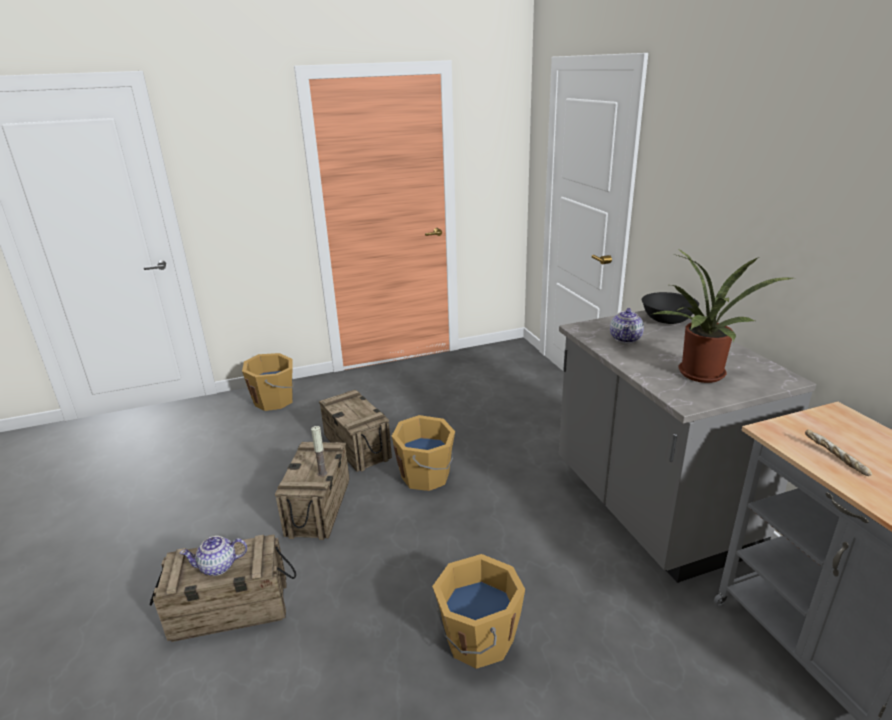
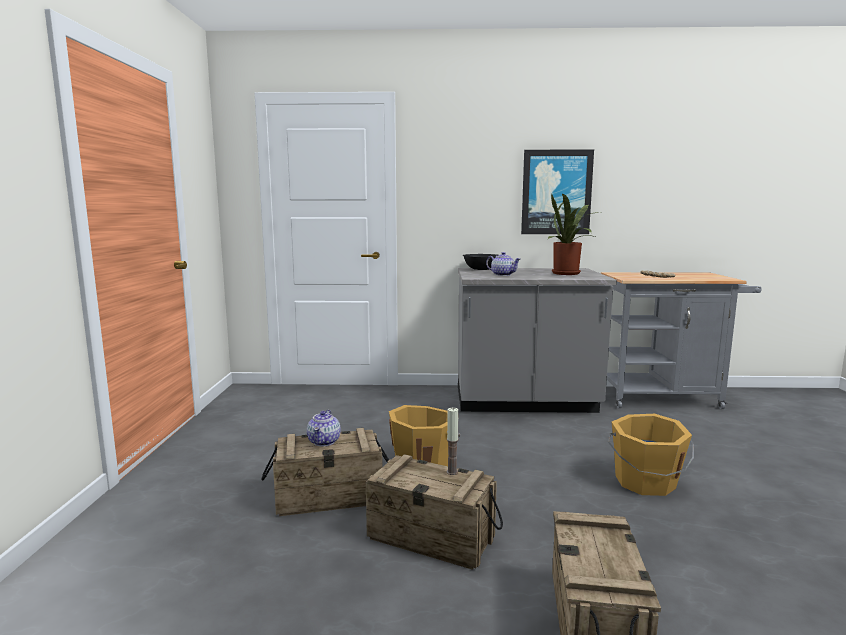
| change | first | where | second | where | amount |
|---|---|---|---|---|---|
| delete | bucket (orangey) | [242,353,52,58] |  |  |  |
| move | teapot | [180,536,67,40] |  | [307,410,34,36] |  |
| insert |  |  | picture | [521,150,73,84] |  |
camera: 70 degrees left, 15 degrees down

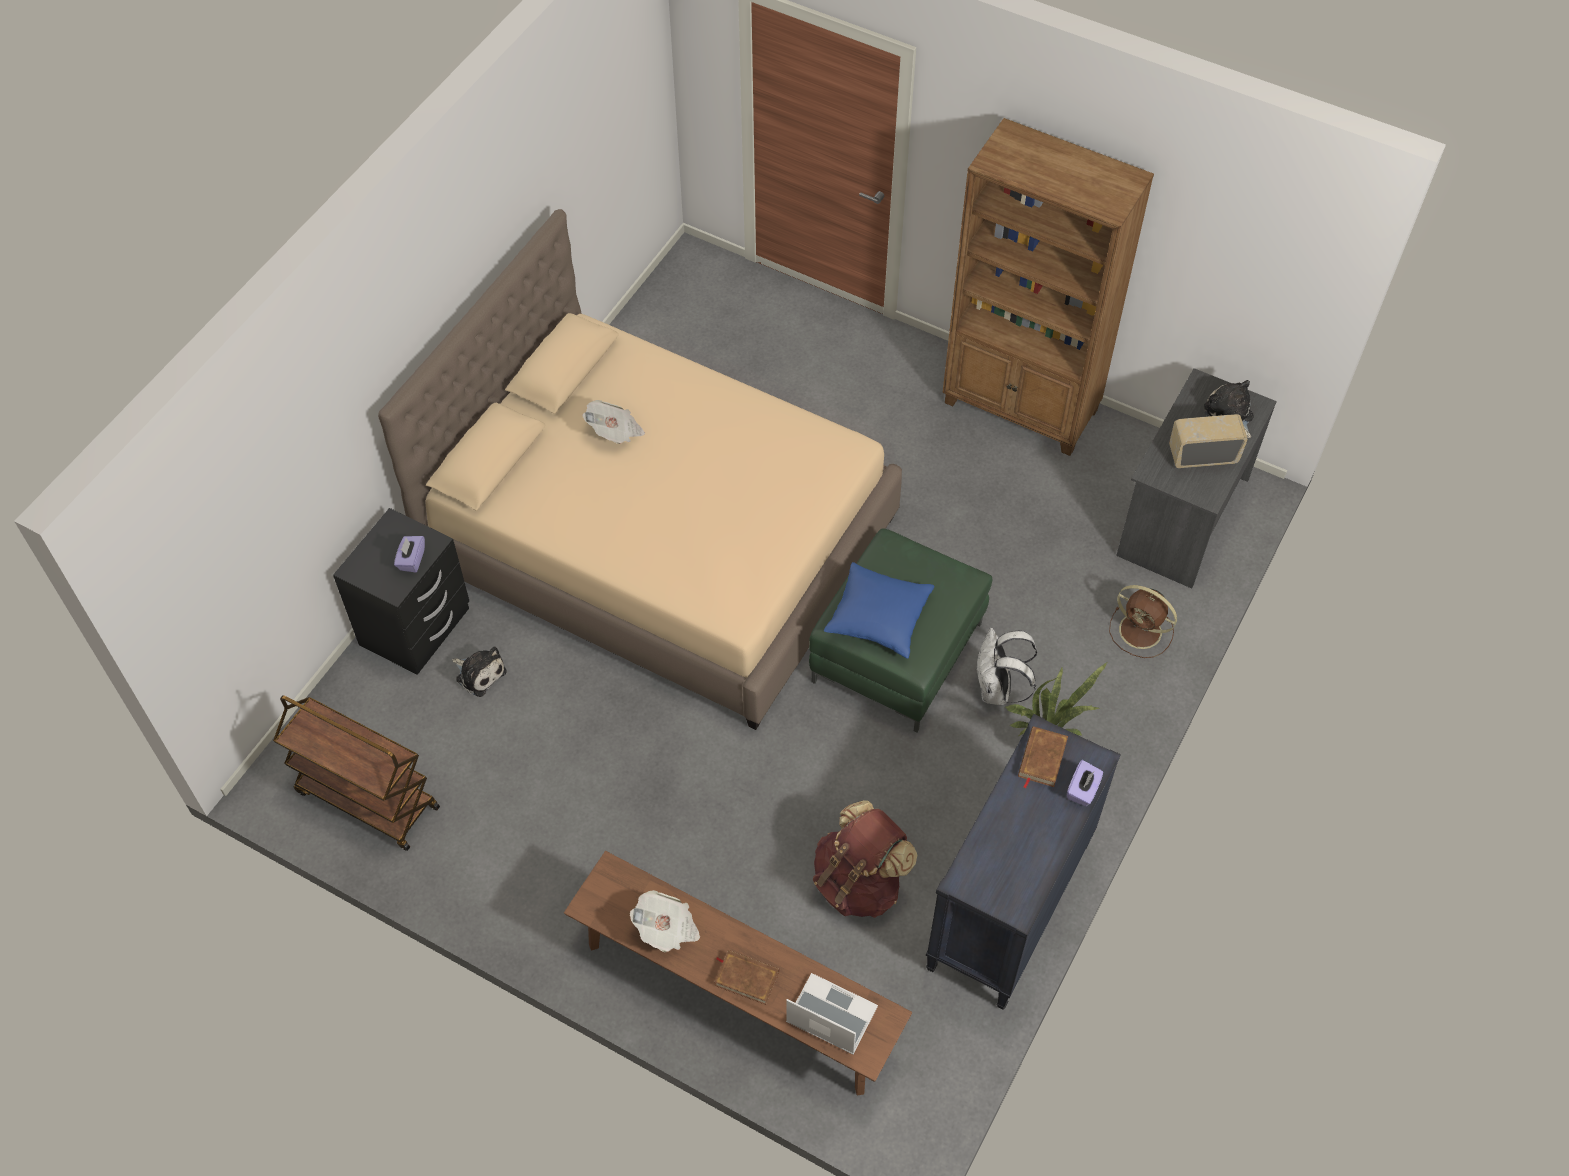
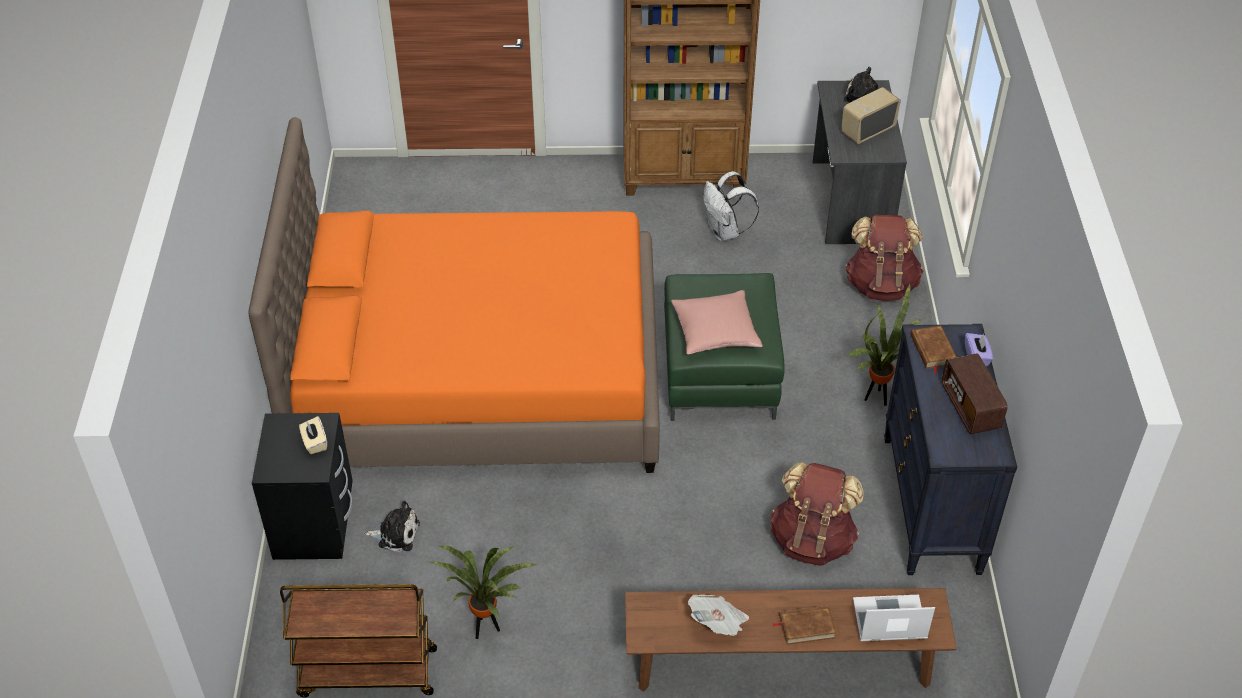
| change | first | where | second | where | amount |
|---|---|---|---|---|---|
| recolor | bedroom bed (sand-coloured) | [378,209,524,521] | bedroom bed (orangey) | [248,117,412,356] |  |
| delete | newspaper | [582,400,63,44] |  |  |  |
| recolor | tissue holder (purplish) | [394,536,31,37] | tissue holder (sand-coloured) | [299,416,28,38] |  |
| recolor | cushion (blue) | [824,562,110,97] | cushion (pink) | [671,290,92,64] |  |
| replace | fan (brown) | [1109,585,68,73] | backpack (brown) | [845,215,78,86] |  |
| move | backpack (white) | [975,628,62,77] |  | [703,171,56,70] |  |
| insert |  |  | radio set | [942,353,66,81] |  |
| insert |  |  | plant in a pot | [428,546,109,93] |  |
camera: 30 degrees left, 10 degrees down

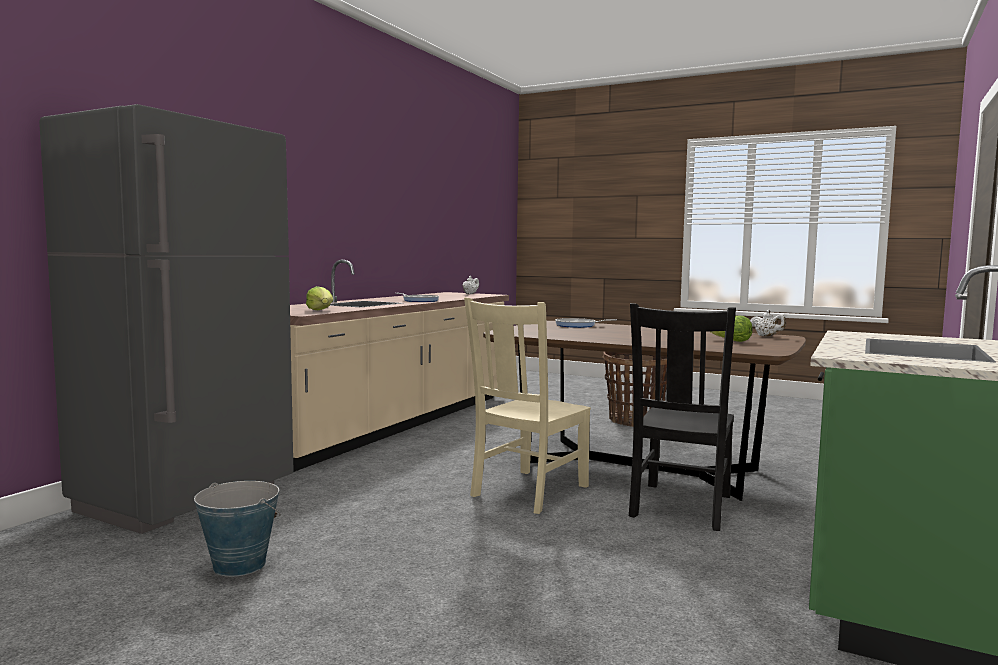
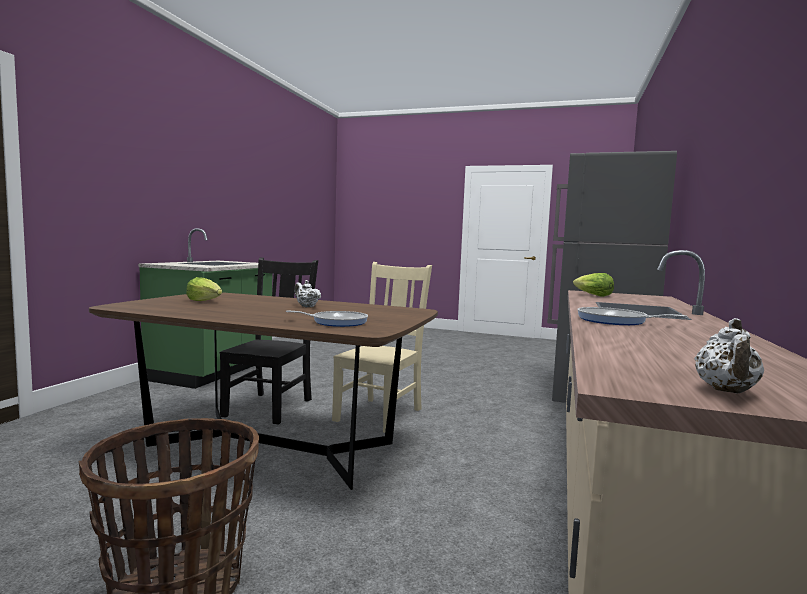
| change | first | where | second | where | amount |
|---|---|---|---|---|---|
| move | teapot (white) | [750,310,36,26] |  | [294,280,27,27] |  |
| delete | bucket | [194,481,87,96] |  |  |  |
camera: 170 degrees right, 0 degrees up

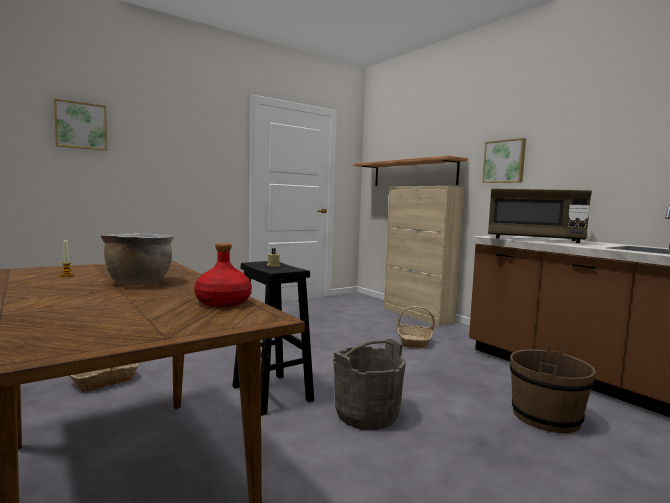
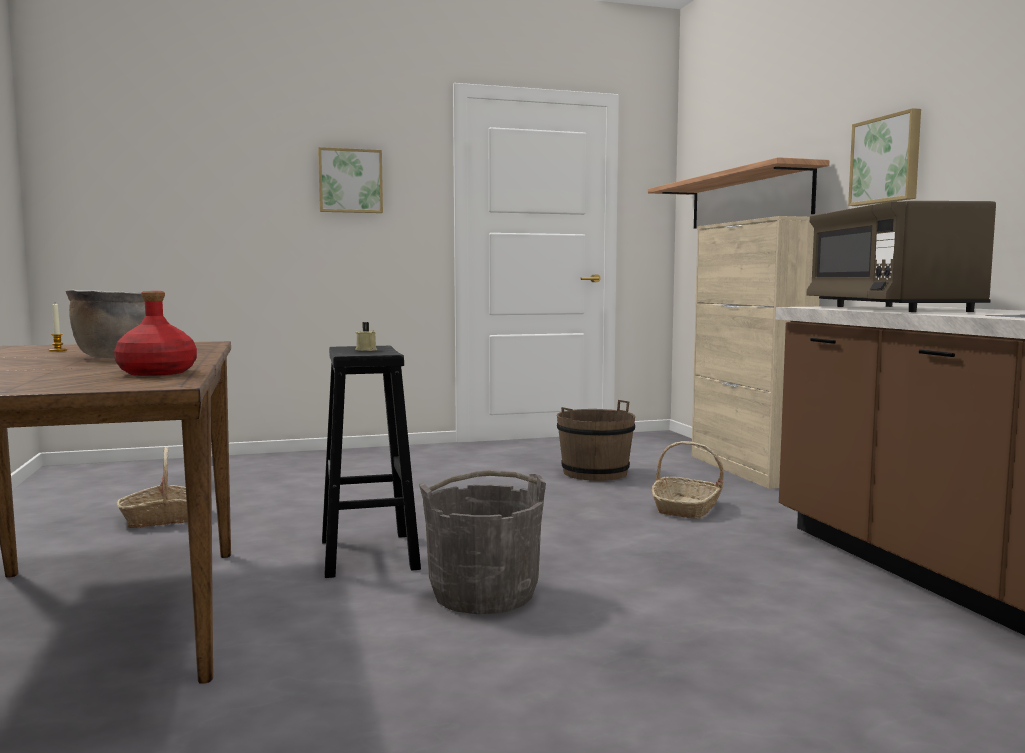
| change | first | where | second | where | amount |
|---|---|---|---|---|---|
| move | picture | [54,99,53,52] |  | [318,147,65,66] |  |
| rotate | microwave oven (brown) | [488,188,104,55] |  | [806,201,190,111] | 45 degrees clockwise |
| move | bucket (brown) | [510,341,86,92] |  | [557,400,78,81] |  |
camera: 20 degrees right, 0 degrees up

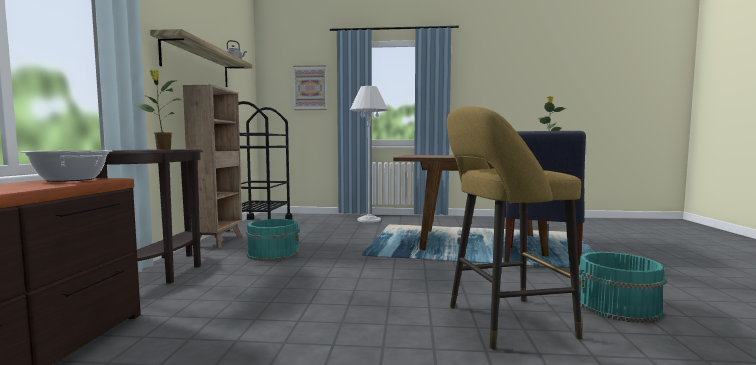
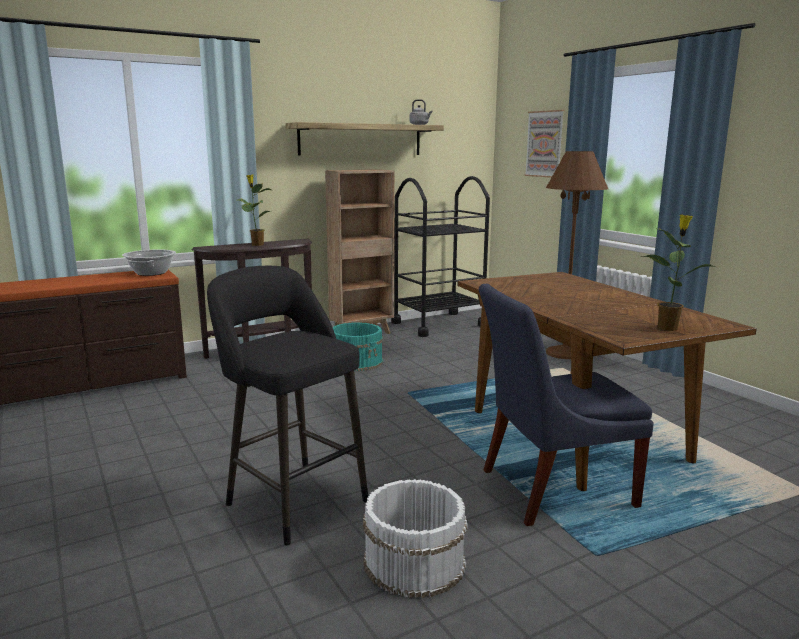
| change | first | where | second | where | amount |
|---|---|---|---|---|---|
| recolor | standing lamp (white) | [350,86,38,136] | standing lamp (brown) | [546,151,62,208] |  |
| recolor | stool (yellow-coloured) | [446,106,136,243] | stool (black-coloured) | [207,266,161,279] |  |
| recolor | bucket (blue-green) | [579,252,86,71] | bucket (white) | [363,479,105,119] |  |
camera: 55 degrees right, 10 degrees up

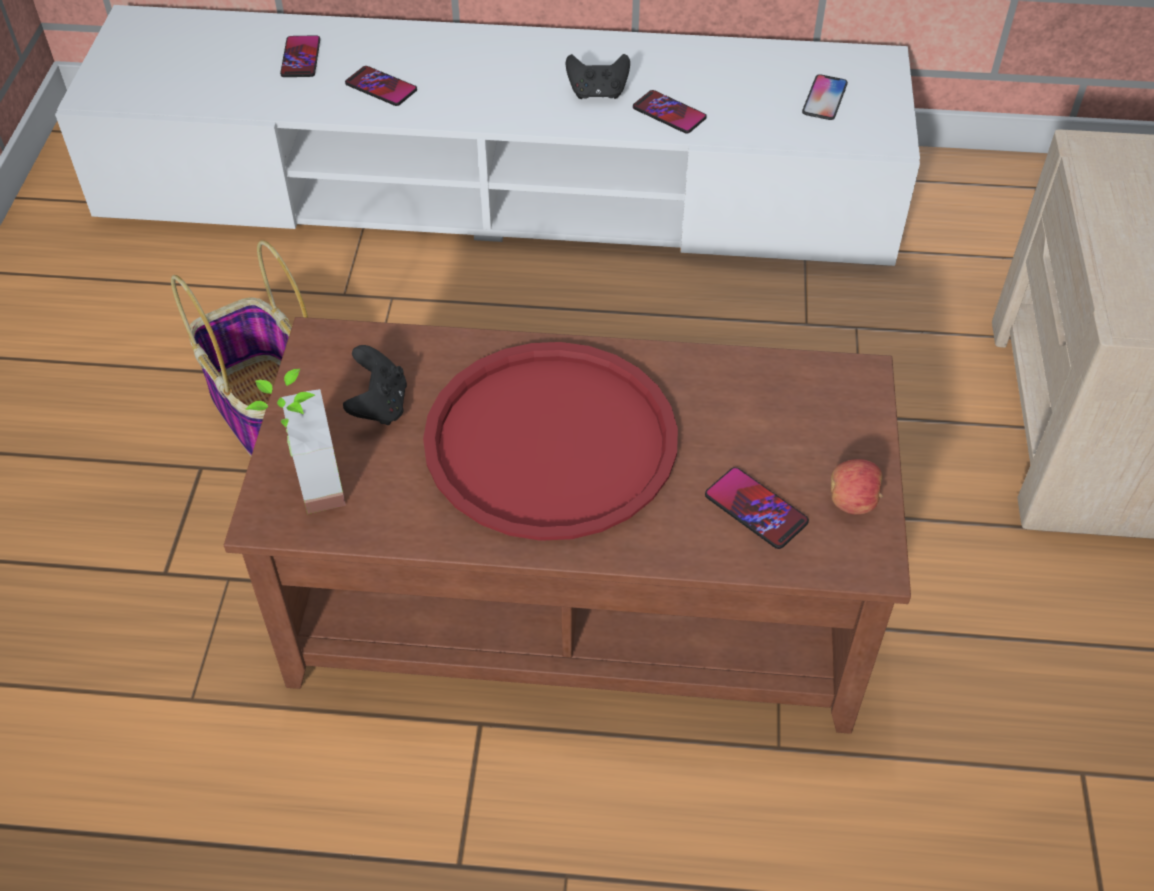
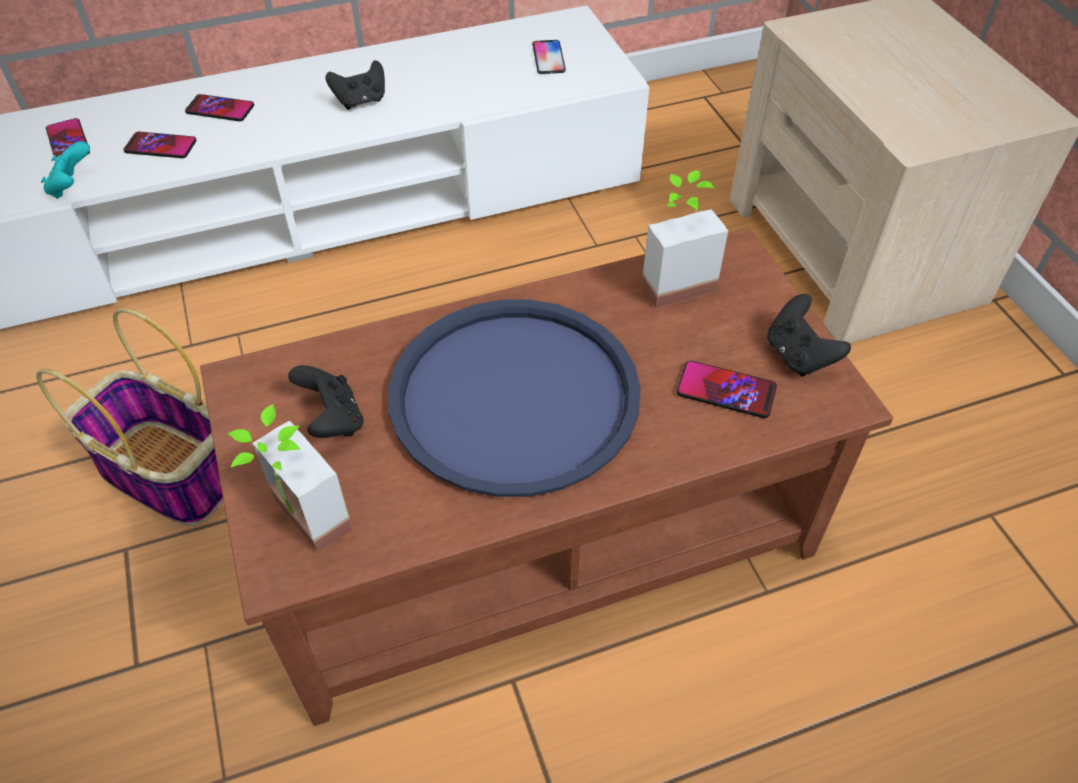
| change | first | where | second | where | amount |
|---|---|---|---|---|---|
| move | telephone | [633,90,74,44] |  | [185,94,69,27] |  |
| recolor | tray (reddish) | [423,342,255,199] | tray (blue) | [388,300,253,197] |  |
| replace | apple fruit | [831,459,52,56] | game controller (black-coloured) | [767,294,84,83] |  |
| insert |  |  | game controller (blue-green) | [41,141,49,58] |  |
| insert |  |  | plant in a pot | [641,171,87,137] |  |
camera: 25 degrees left, 0 degrees up

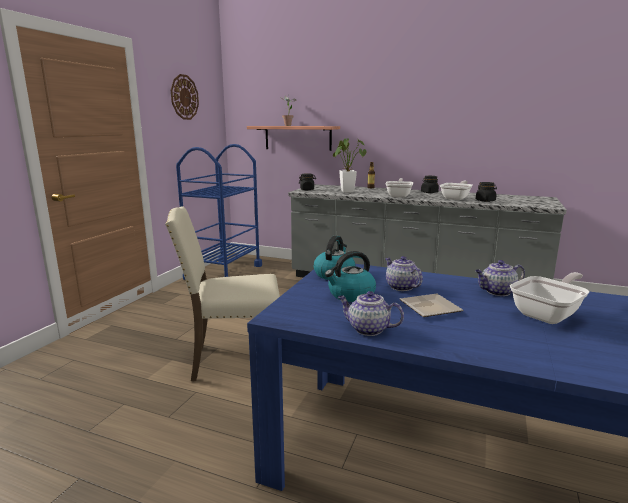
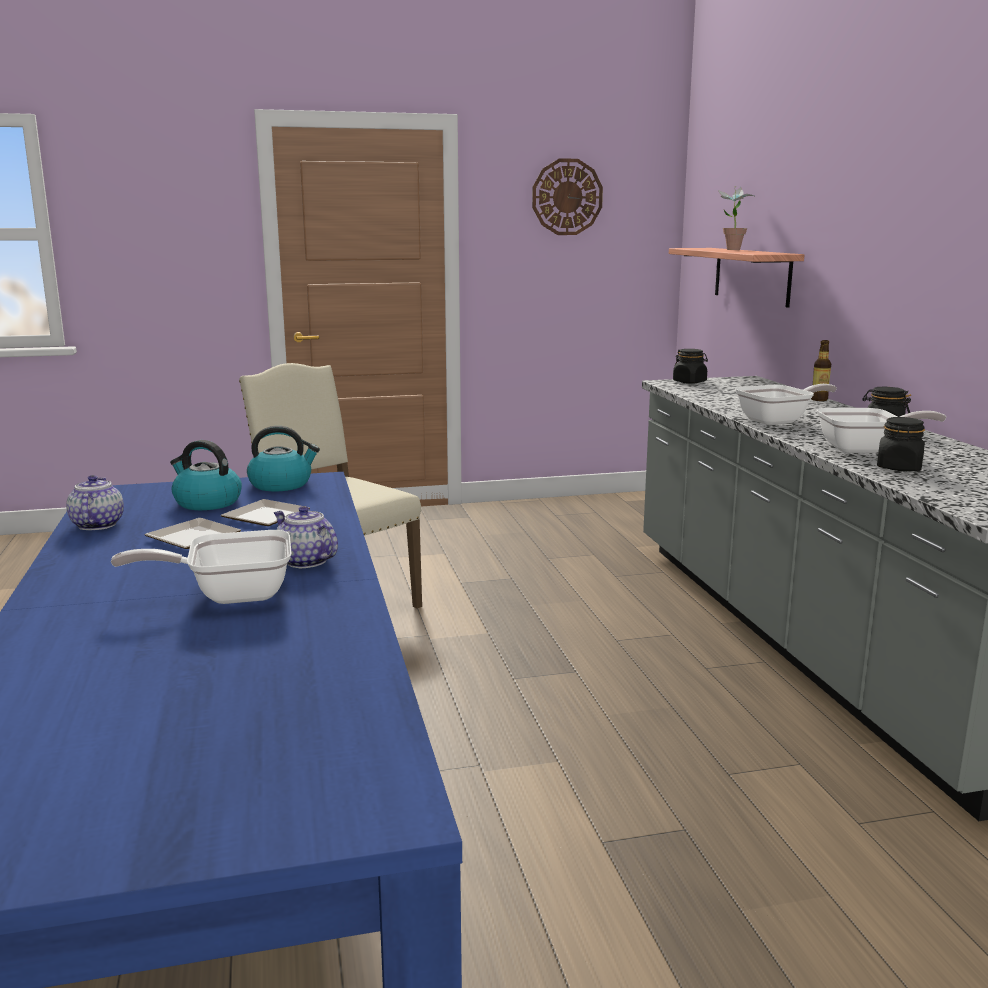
| change | first | where | second | where | amount |
|---|---|---|---|---|---|
| delete | plant in a pot | [333,138,34,55] |  |  |  |
| delete | wheeled cart (blue) | [176,144,86,136] |  |  |  |
| replace | teapot | [385,256,38,35] | plate | [221,499,89,27] |  |
| rotate | skillet | [510,272,79,52] |  | [111,530,181,74] | 150 degrees clockwise |
camera: 55 degrees right, 0 degrees up

